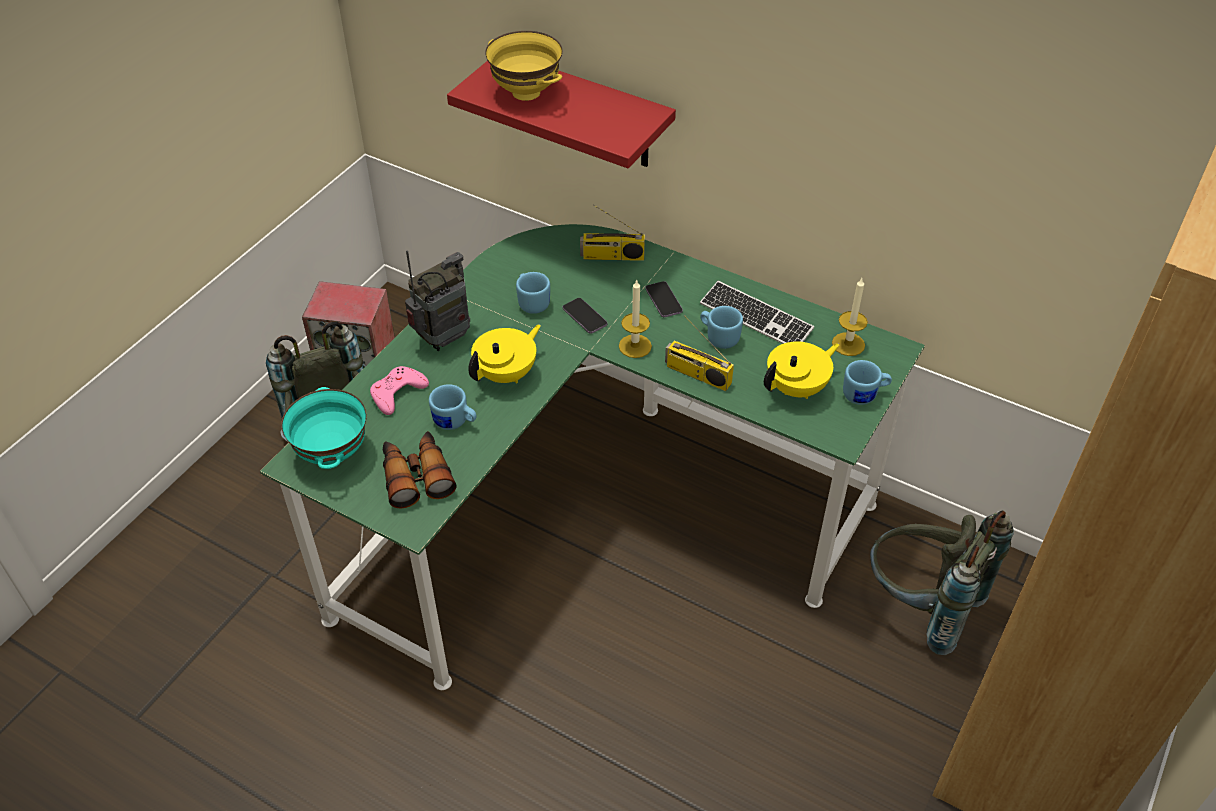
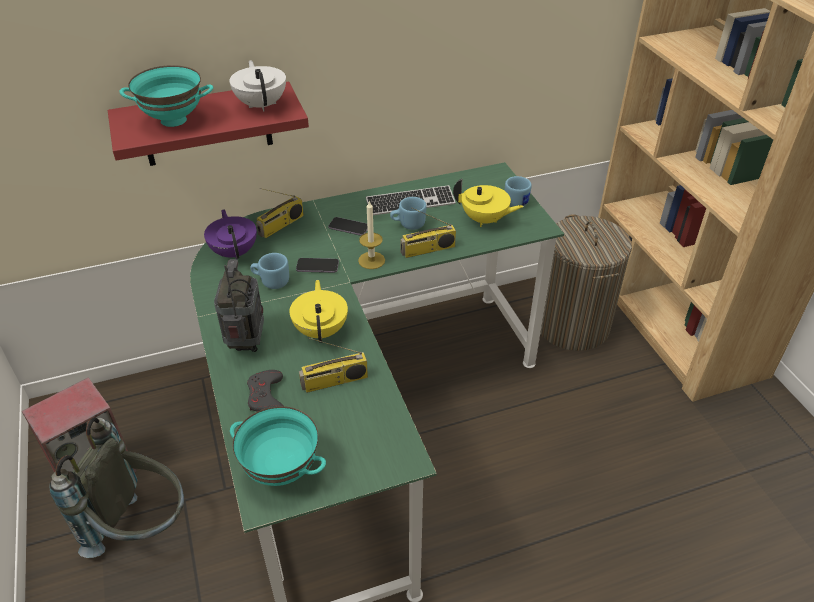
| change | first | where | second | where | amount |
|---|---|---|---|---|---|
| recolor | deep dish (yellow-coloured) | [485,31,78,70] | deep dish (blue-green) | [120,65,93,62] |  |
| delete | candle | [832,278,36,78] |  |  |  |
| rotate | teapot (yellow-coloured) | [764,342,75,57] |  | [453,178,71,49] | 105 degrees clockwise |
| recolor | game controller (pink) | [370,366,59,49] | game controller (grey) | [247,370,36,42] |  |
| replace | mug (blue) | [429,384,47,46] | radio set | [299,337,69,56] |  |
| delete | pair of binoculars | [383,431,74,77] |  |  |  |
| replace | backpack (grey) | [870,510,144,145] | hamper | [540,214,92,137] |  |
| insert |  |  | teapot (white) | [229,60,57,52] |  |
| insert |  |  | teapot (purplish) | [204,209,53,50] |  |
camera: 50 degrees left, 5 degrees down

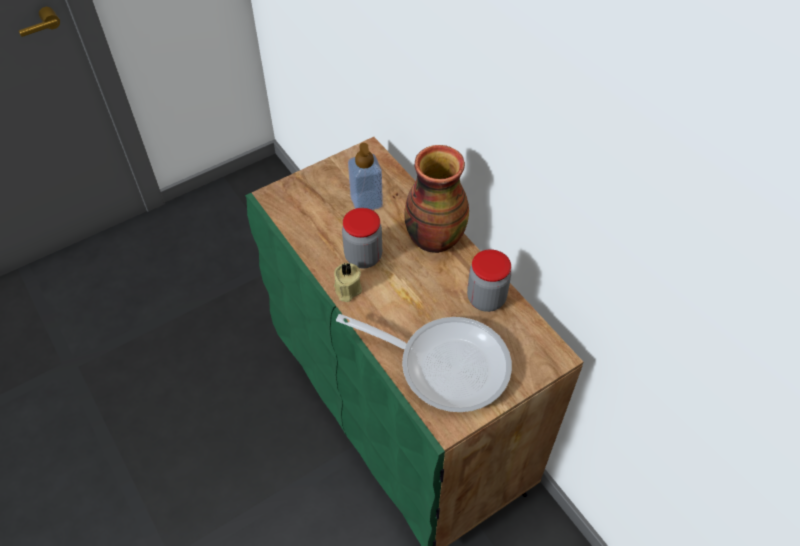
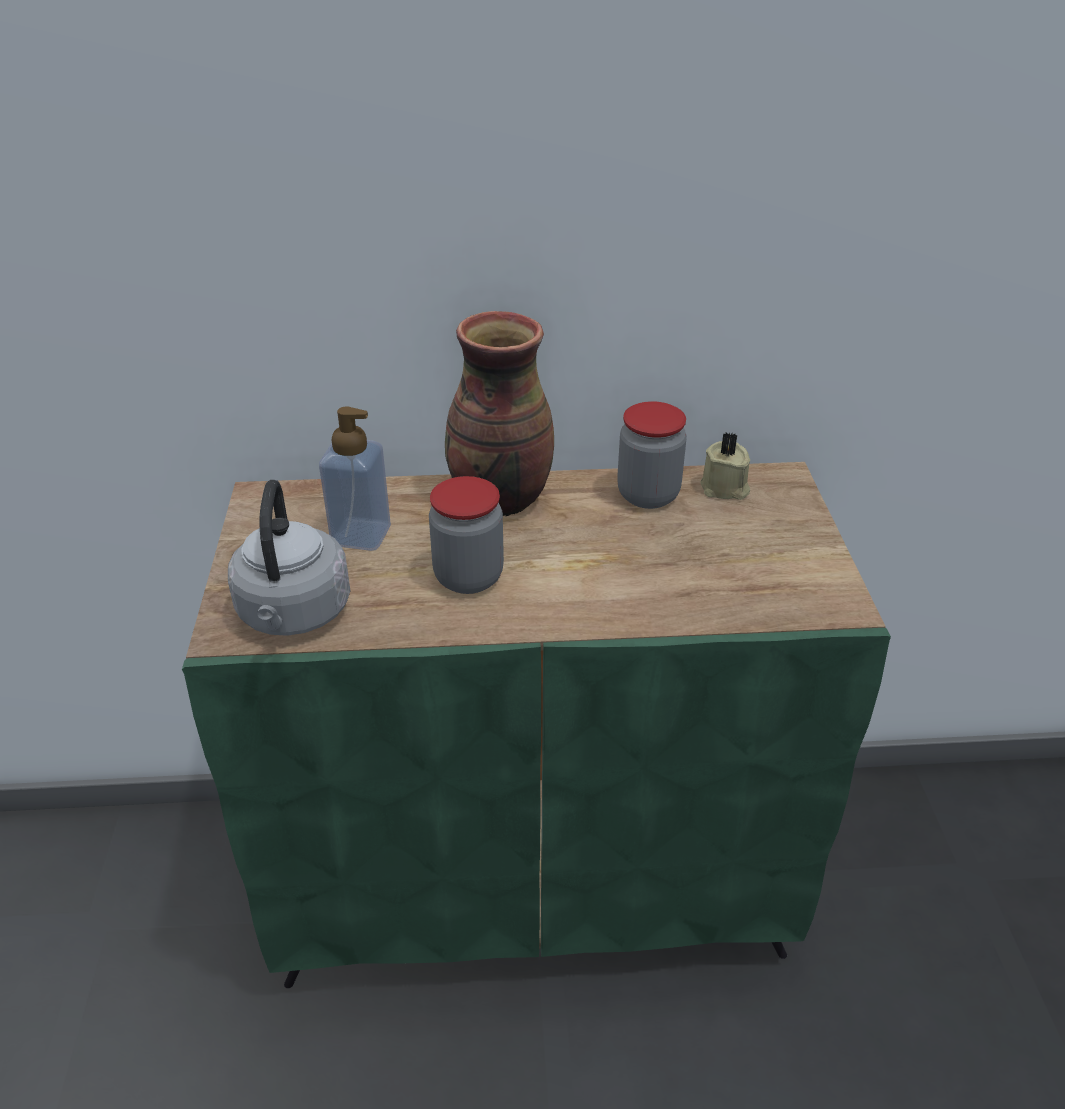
| change | first | where | second | where | amount |
|---|---|---|---|---|---|
| move | candle (sand-coloured) | [334,263,28,39] |  | [700,432,50,68] |  |
| delete | skillet | [336,314,176,98] |  |  |  |
| insert |  |  | water kettle (grey) | [228,480,122,156] |  |
camera: 60 degrees left, 15 degrees down

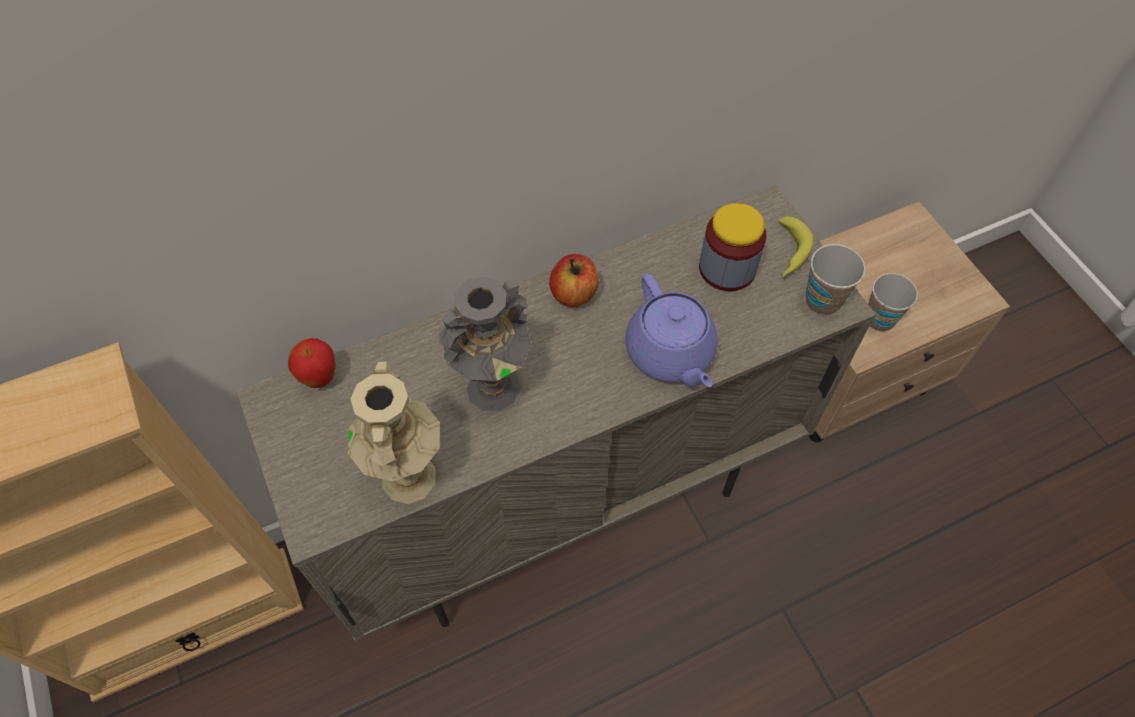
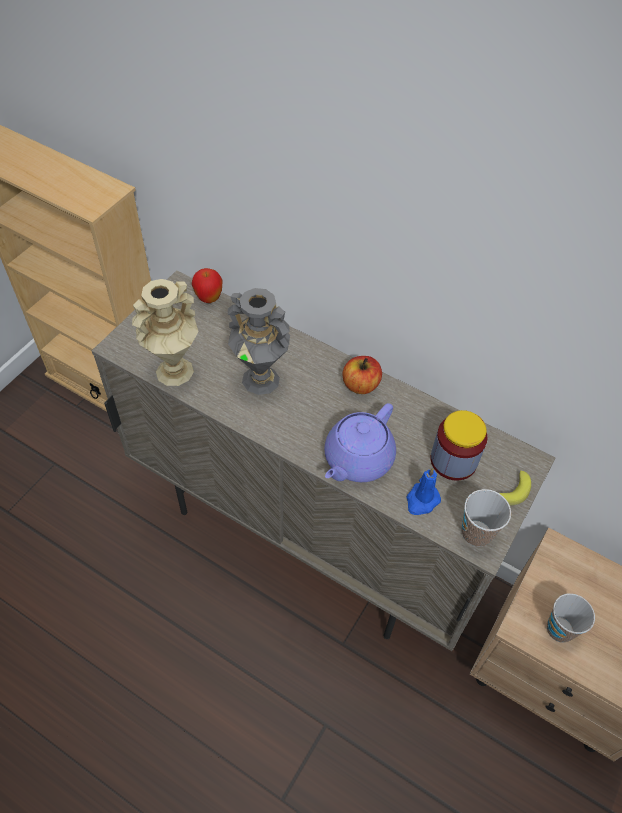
| change | first | where | second | where | amount |
|---|---|---|---|---|---|
| insert |  |  | candle (blue) | [406,468,35,47] |  |
camera: 55 degrees right, 5 degrees down

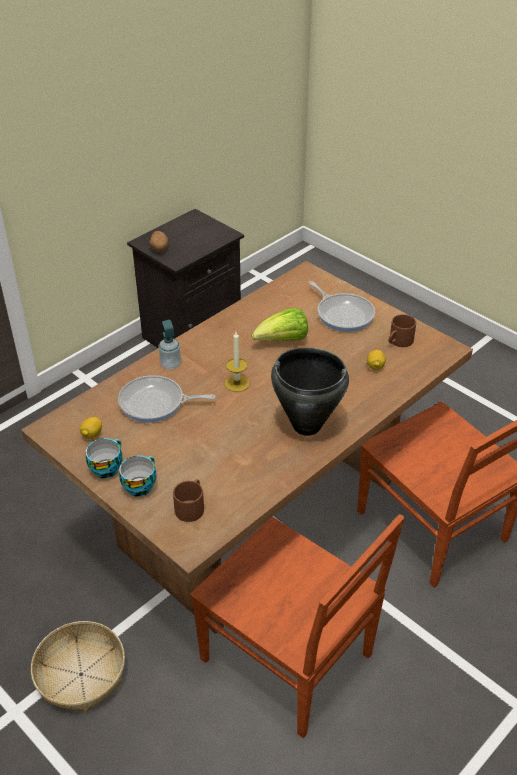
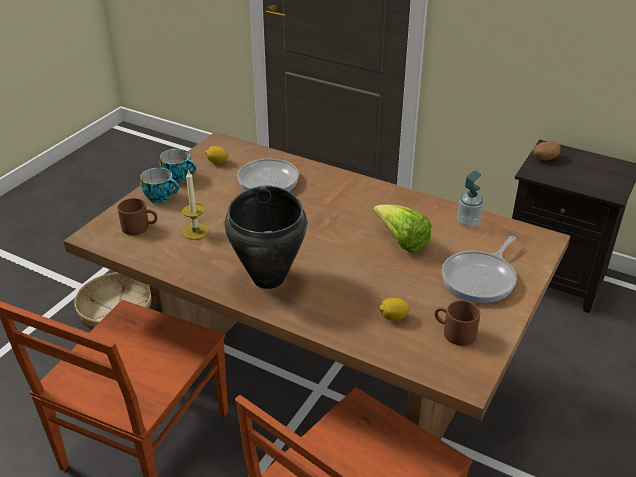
| change | first | where | second | where | amount |
|---|---|---|---|---|---|
| move | soap bottle | [158,320,23,50] |  | [457,171,26,57] |  |
| move | candle | [225,332,25,60] |  | [182,169,27,71] |  |
camera: 75 degrees right, 5 degrees down

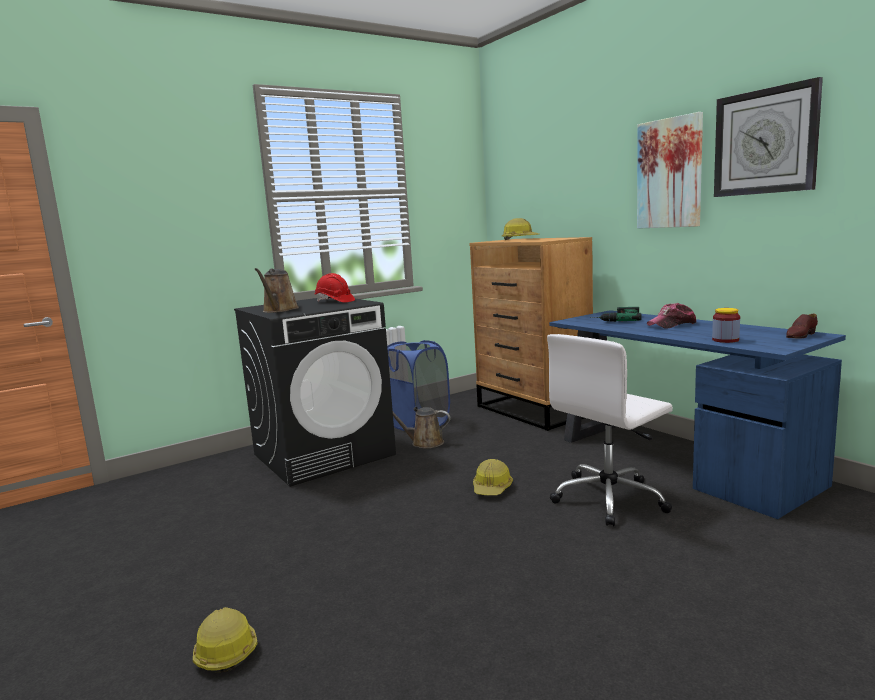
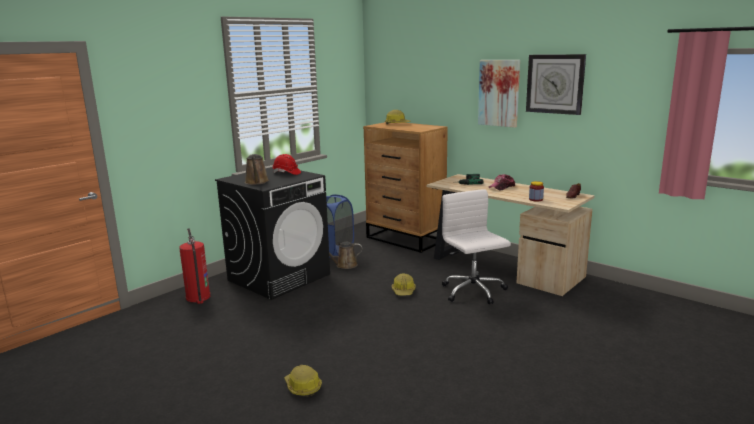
| change | first | where | second | where | amount |
|---|---|---|---|---|---|
| recolor | desk (blue) | [549,310,297,209] | desk (sand-coloured) | [427,174,168,122] |  |
| rotate | computer chair (white) | [547,334,126,192] |  | [442,189,69,115] | 120 degrees clockwise |
| insert |  |  | extinguisher | [179,228,31,76] |  |
camera: 15 degrees left, 5 degrees up

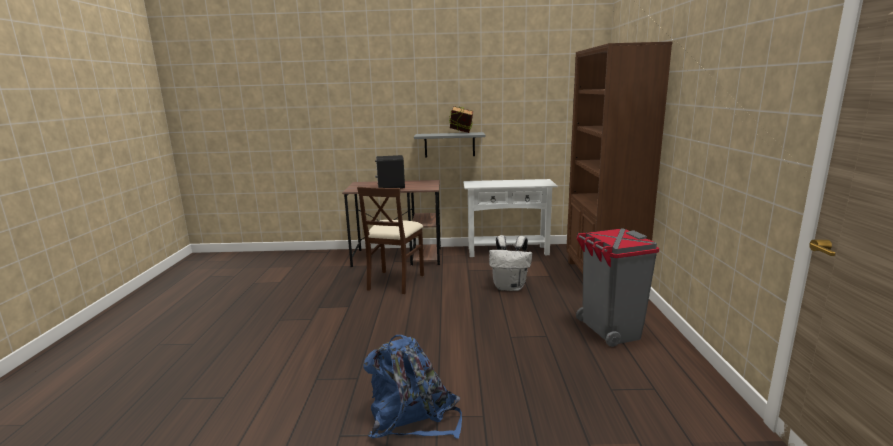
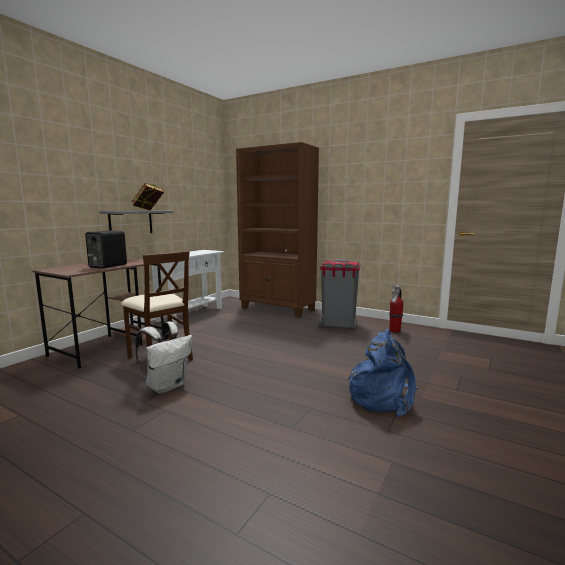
| change | first | where | second | where | amount |
|---|---|---|---|---|---|
| move | backpack (white) | [489,235,43,56] |  | [135,321,58,73] |  |
| insert |  |  | extinguisher | [389,286,14,47] |  |
camera: 60 degrees left, 5 degrees down

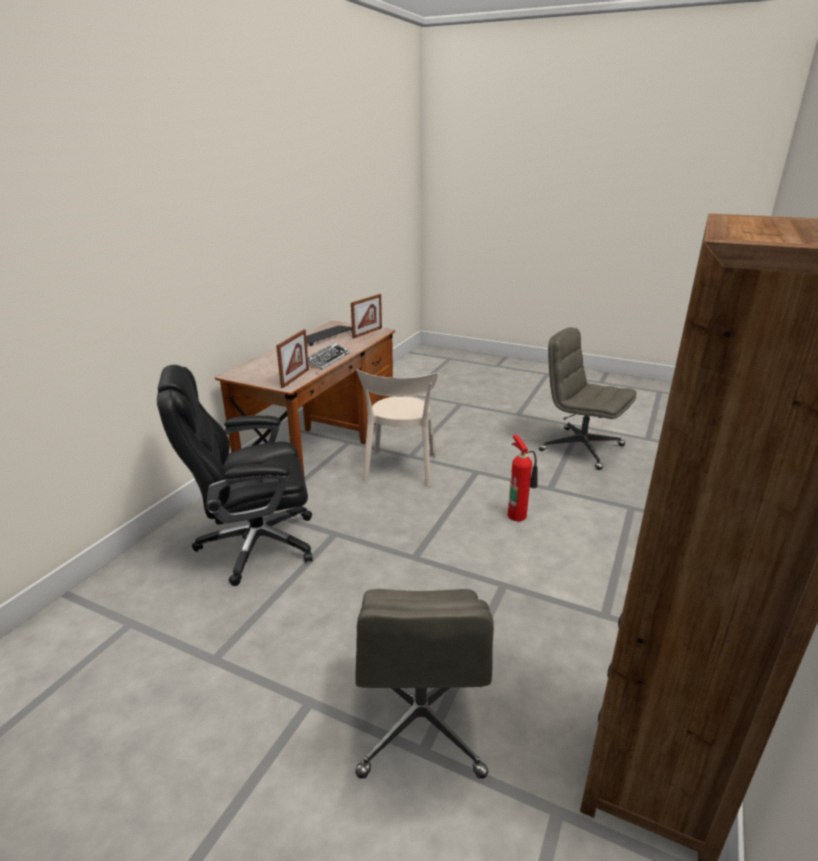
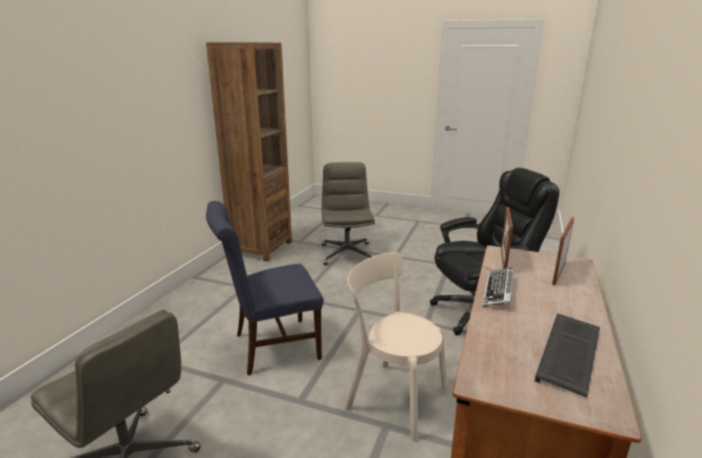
| change | first | where | second | where | amount |
|---|---|---|---|---|---|
| move | standing frame | [351,294,31,45] |  | [552,217,22,68] |  |
| rotate | upright chair (sand-coloured) | [357,369,81,118] |  | [345,252,103,190] | 60 degrees counterclockwise |
| replace | extinguisher | [508,435,29,86] | upright chair (blue) | [206,201,118,175] |  |
camera: 175 degrees right, 5 degrees down

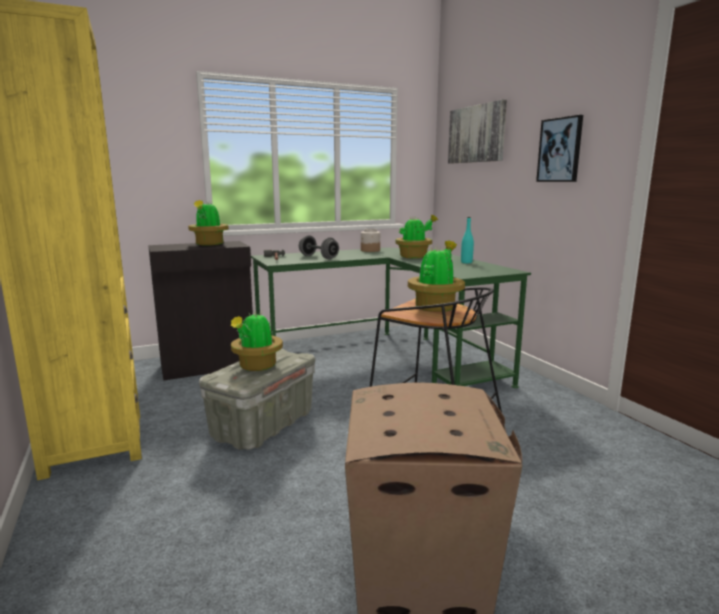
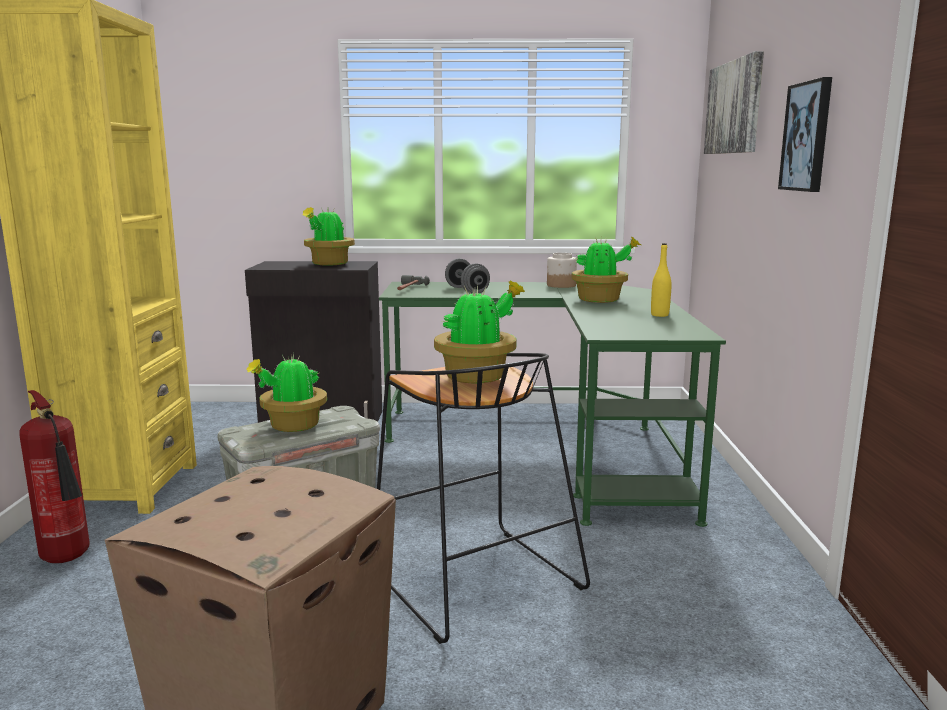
| change | first | where | second | where | amount |
|---|---|---|---|---|---|
| recolor | drink bottle (blue-green) | [461,217,13,46] | drink bottle (yellow-coloured) | [651,243,20,74] |  |
| insert |  |  | extinguisher | [19,390,71,173] |  |
camera: 25 degrees right, 0 degrees up

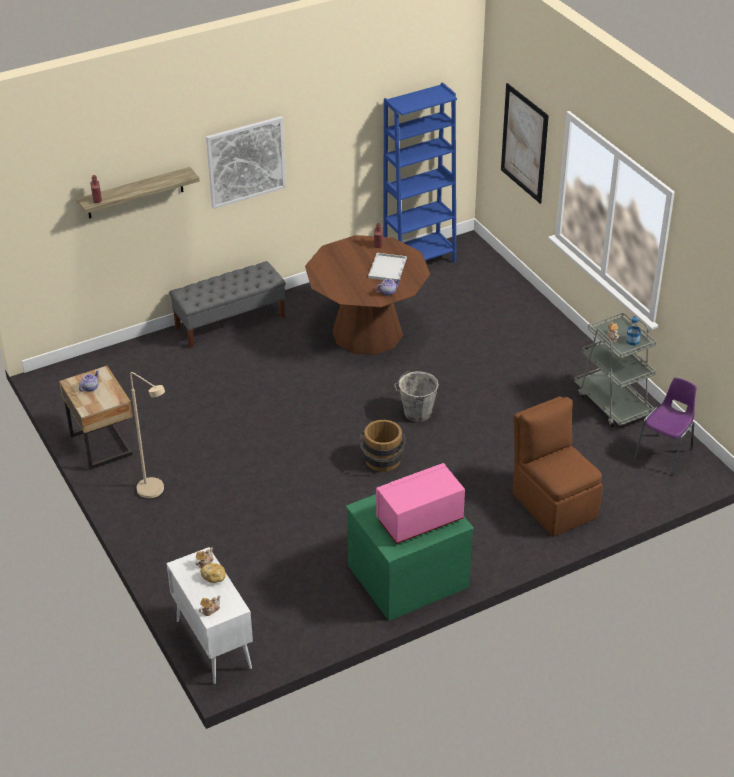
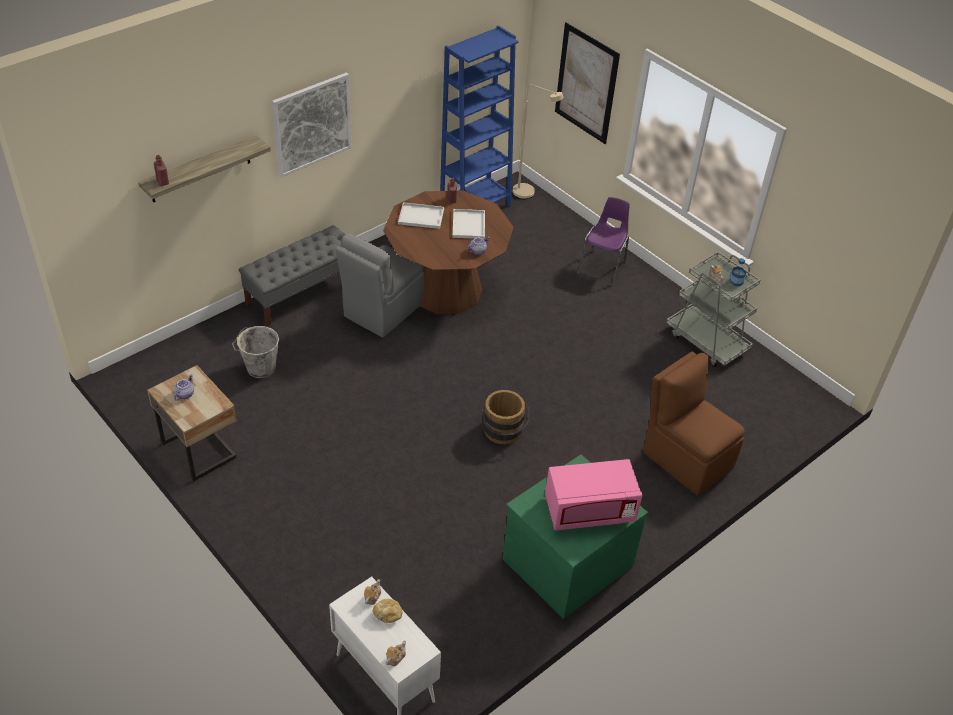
| change | first | where | second | where | amount |
|---|---|---|---|---|---|
| move | bucket (grey) | [394,371,45,51] |  | [232,326,47,52] |  |
| move | standing lamp (sand-coloured) | [130,372,35,127] |  | [513,84,50,115] |  |
| move | upright chair (purplish) | [634,377,63,99] |  | [577,197,53,89] |  |
| rotate | microwave oven (pink) | [376,463,89,81] |  | [545,459,97,72] | 150 degrees counterclockwise |
| insert |  |  | tray (white) | [398,202,46,27] |  |
| insert |  |  | upright chair (grey) | [335,234,89,103] |  |
camera: 15 degrees left, 5 degrees up

